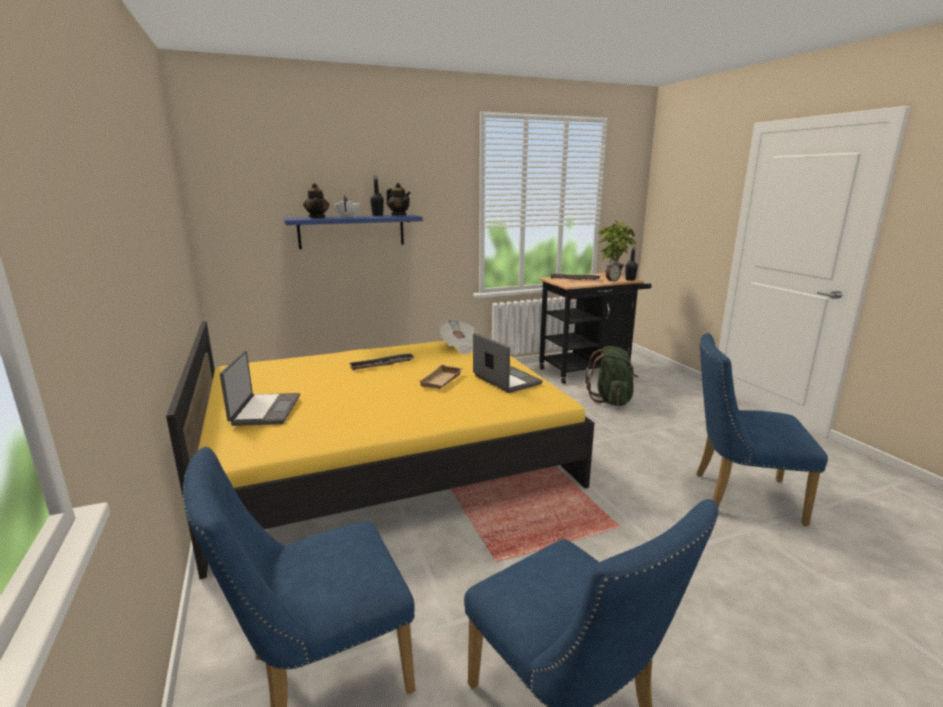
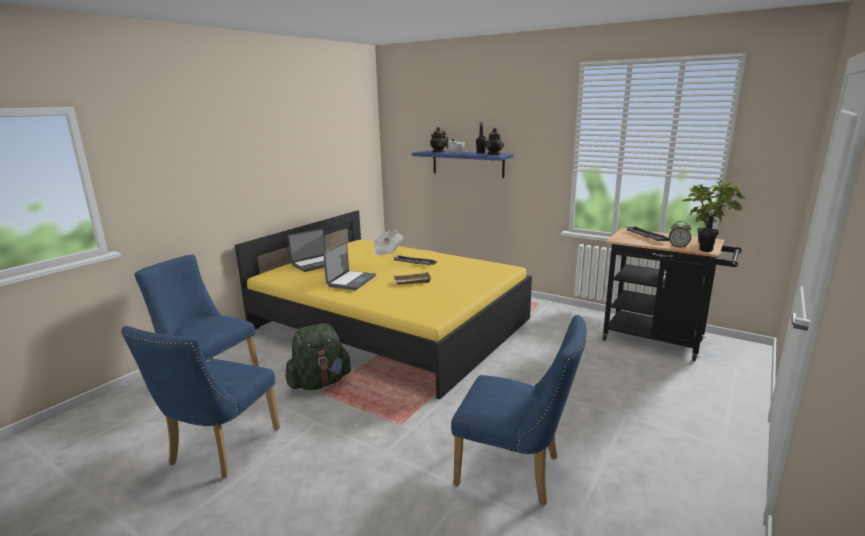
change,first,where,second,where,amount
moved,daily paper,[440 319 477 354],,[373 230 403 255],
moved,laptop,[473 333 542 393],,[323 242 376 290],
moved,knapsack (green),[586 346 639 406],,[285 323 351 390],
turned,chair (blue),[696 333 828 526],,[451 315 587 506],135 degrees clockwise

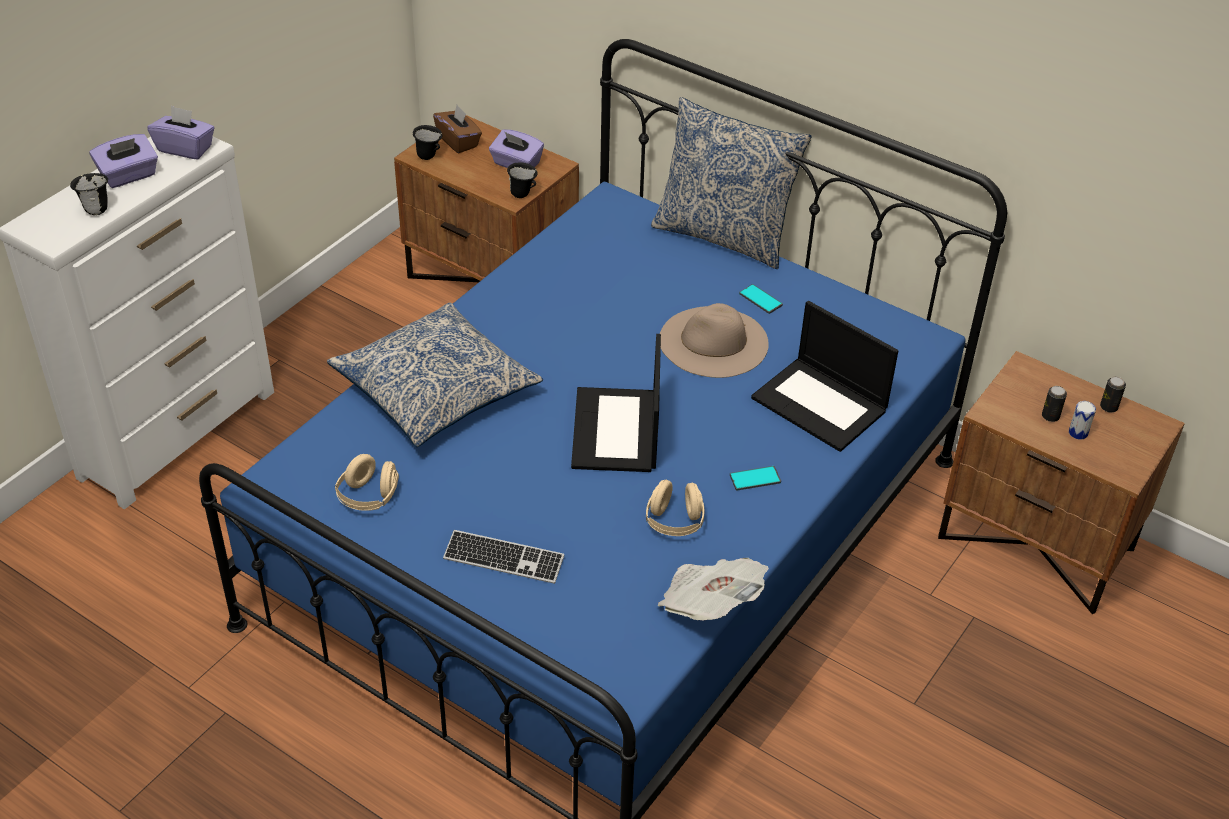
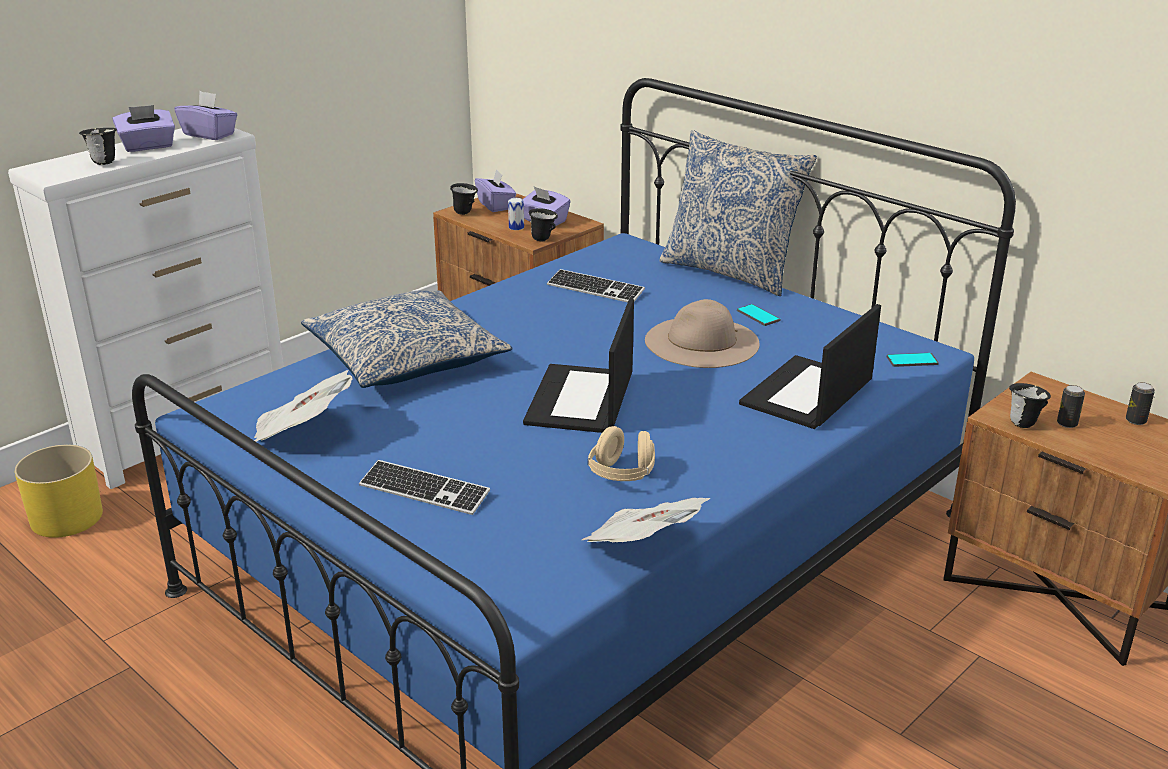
change,first,where,second,where,amount
replaced,pair of headphones (beige),[335 454 399 511],daily paper,[254 370 353 442],
recoloured,tissue box (brown-coloured),[433 105 482 153],tissue box (purple),[475 169 516 212],
moved,phone,[730 466 781 491],,[887 353 939 367],
turned,laptop,[751 301 898 452],,[739 304 881 429],75 degrees clockwise
moved,metal can,[1069 401 1096 440],,[508 198 524 230],
added,,,plant pot (yellow-coloured),[14 445 103 538],
added,,,computer keyboard,[547 269 645 302],
added,,,coffee mug (black-coloured),[1009 383 1051 428],

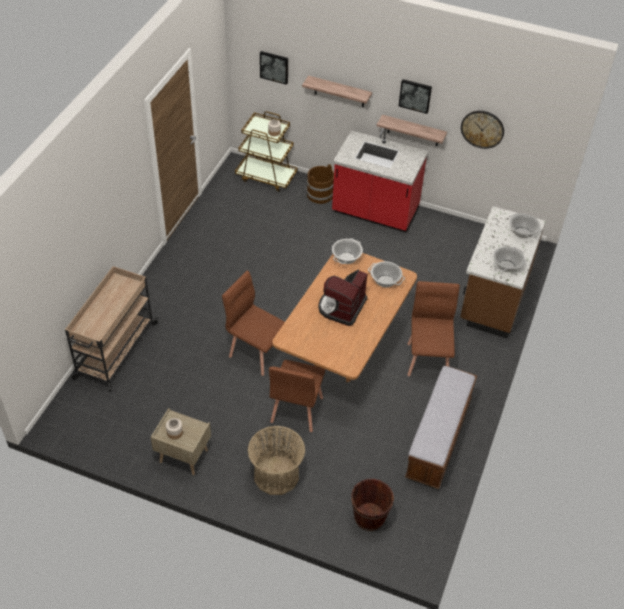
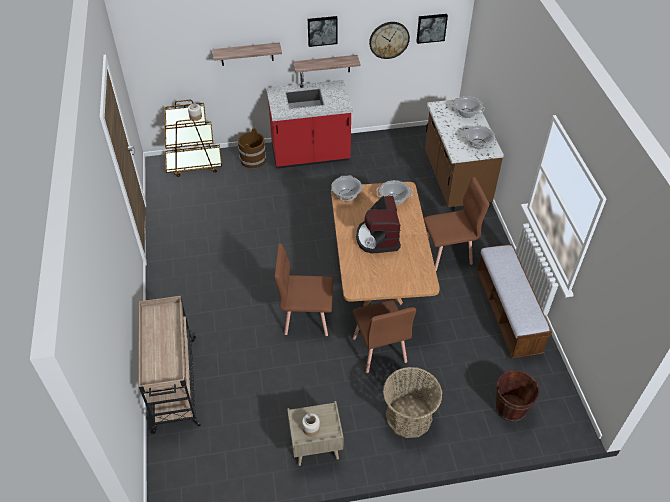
change,first,where,second,where,amount
moved,picture,[260 51 288 85],,[416 14 448 44],
turned,chair (brown-coloured),[407 281 460 376],,[424 177 489 271],105 degrees clockwise

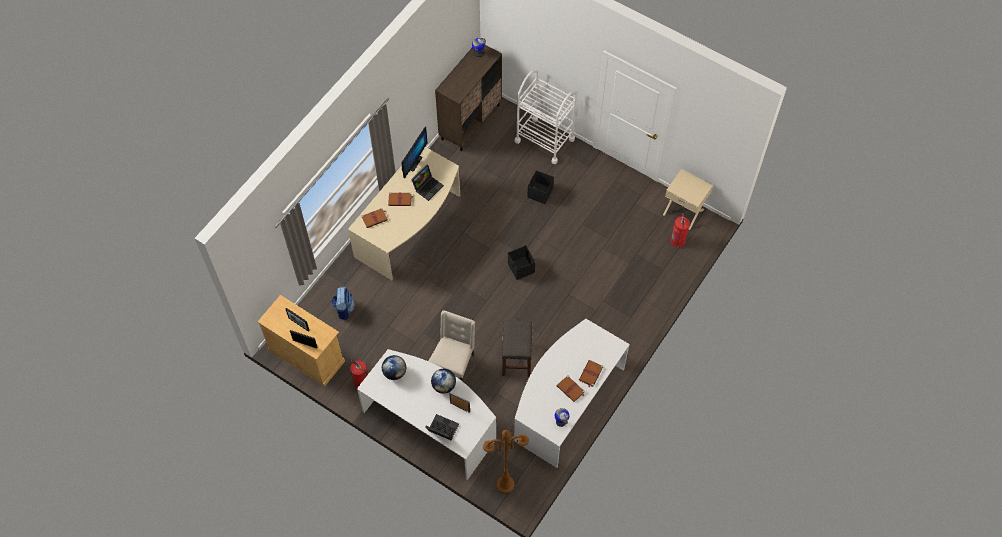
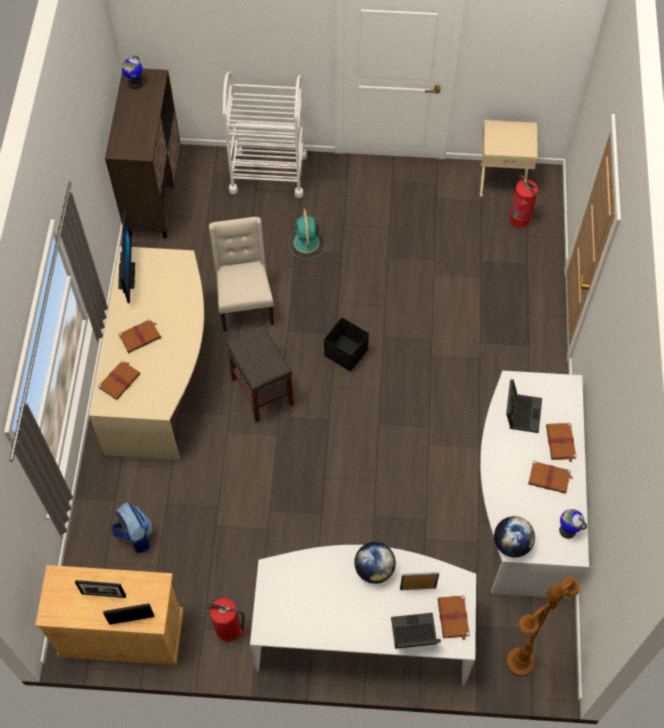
change,first,where,second,where,amount
moved,world globe,[382 355 406 380],,[494 516 535 557],
moved,laptop,[411 165 444 201],,[506 379 542 433],
moved,chair (beige),[428 310 475 382],,[209 217 274 332],
moved,stool seat (gray),[502 320 532 377],,[226 325 294 422],
replaced,storage container (black-coloured),[527 170 554 204],cooling fan (turquoise),[288 209 326 259],
added,,,volume (brown-coloured),[438 595 470 641],

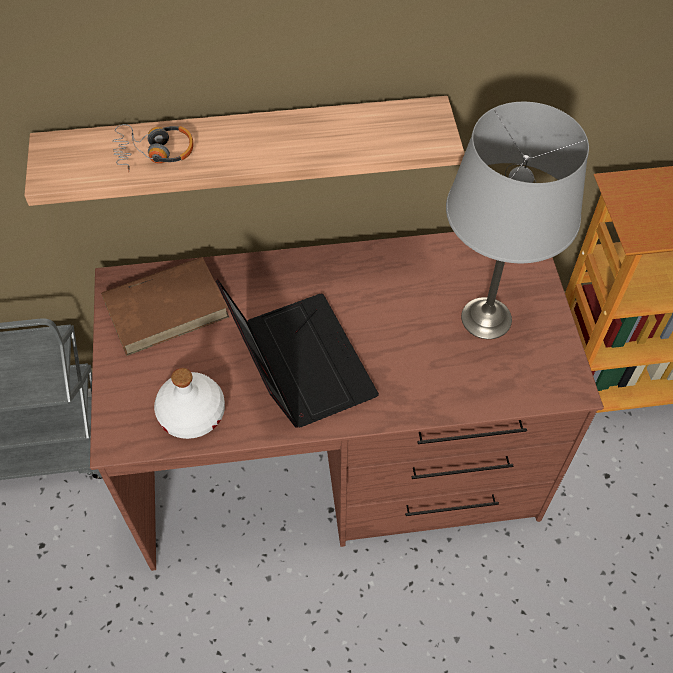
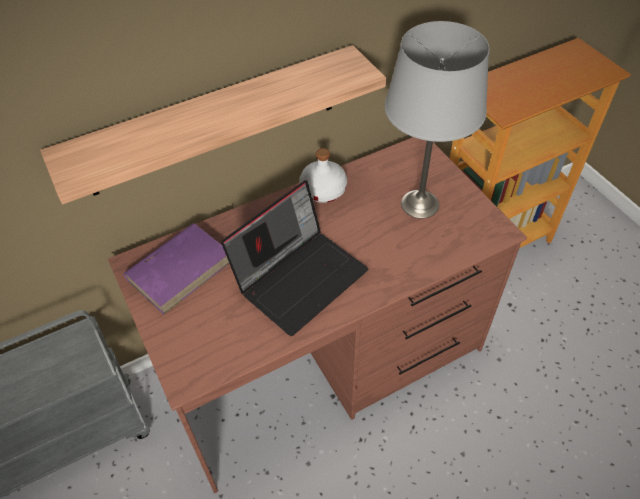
change,first,where,second,where,amount
recoloured,volume (brown-coloured),[101 257 229 356],volume (purple),[123 223 229 315],
removed,pair of headphones,[112 124 193 172],,,
moved,drink bottle (whitish),[154 368 225 439],,[299 148 347 203],
turned,laptop,[216 279 379 428],,[221 180 368 336],90 degrees clockwise

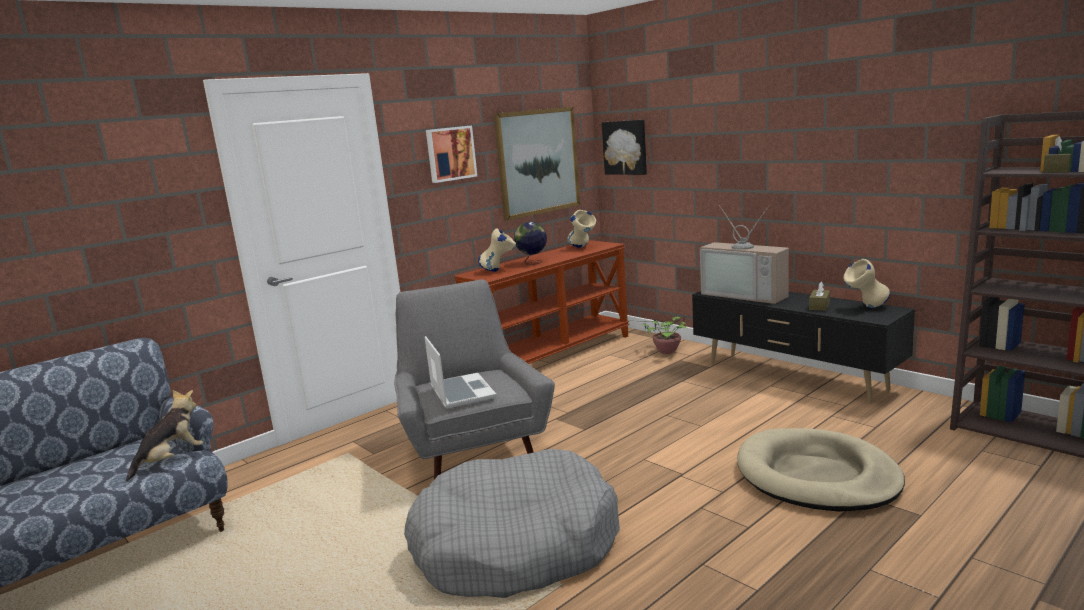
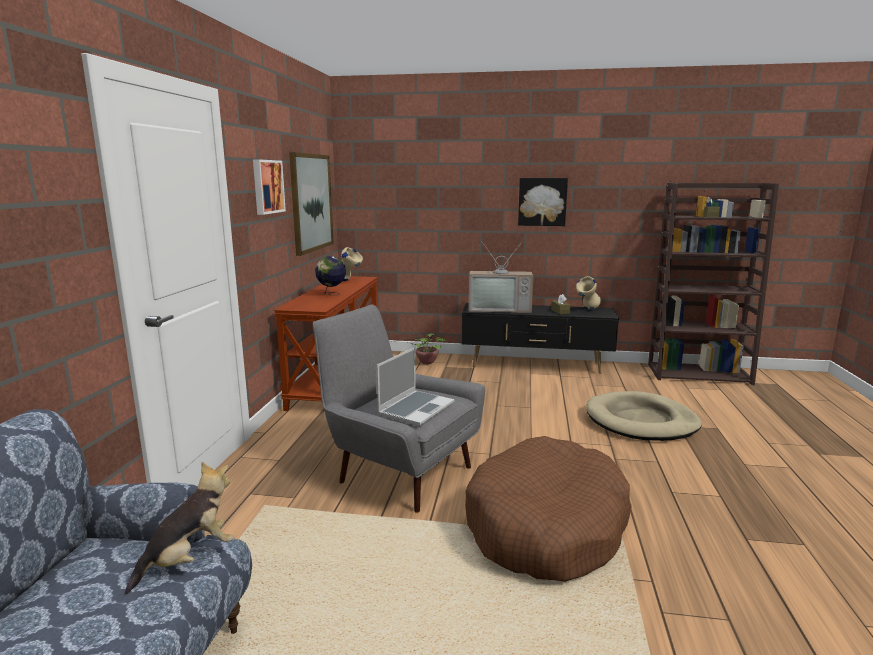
change,first,where,second,where,amount
turned,plush toy,[126 390 203 482],,[125 462 234 594],45 degrees clockwise
recoloured,dog bed (gray),[404 449 620 598],dog bed (brown-coloured),[465 436 632 582],
turned,laptop,[425 336 497 409],,[377 347 454 426],90 degrees clockwise
removed,flower vase (beige),[478 228 516 272],,,
moved,picture,[602 120 647 175],,[518 178 568 226],

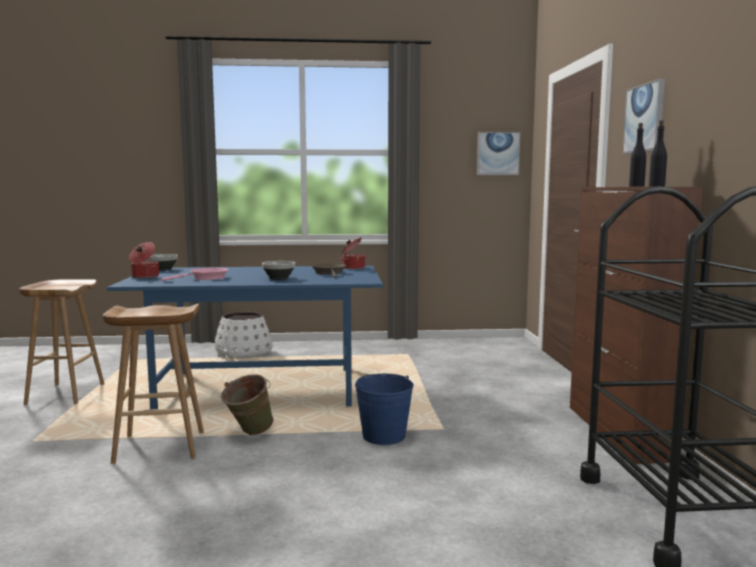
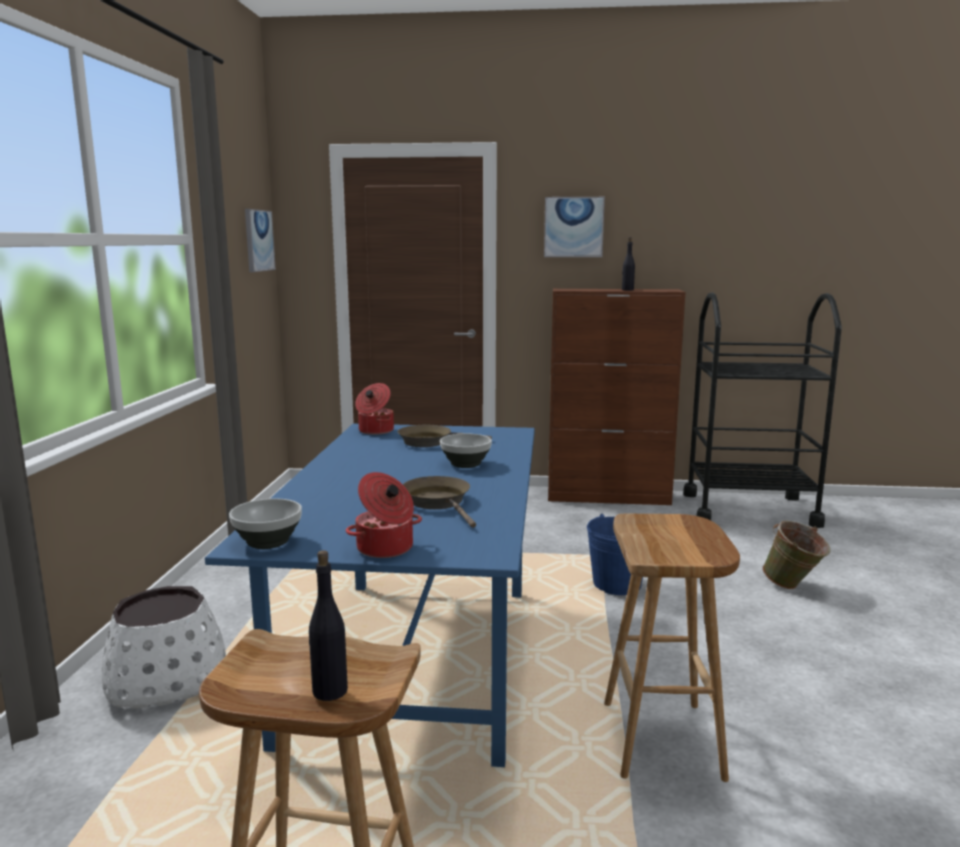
change,first,where,second,where,amount
recoloured,skillet (pinkish),[162 268 229 281],skillet (brown-coloured),[403 476 476 528],
moved,bucket (green),[221 374 273 435],,[762 521 830 589],
moved,drink bottle (black-coloured),[649 120 667 186],,[309 550 348 701],

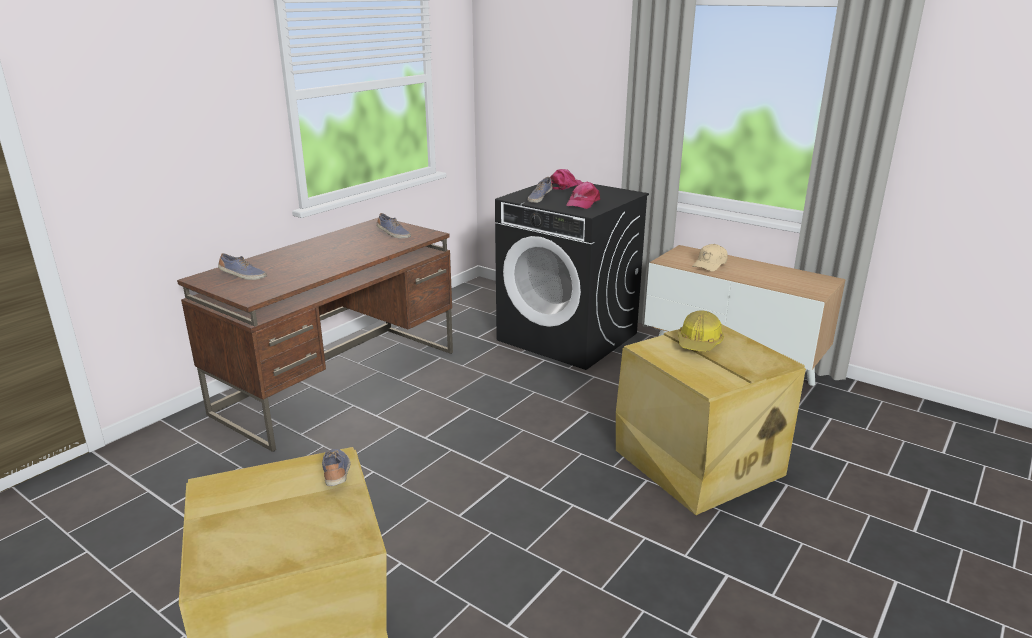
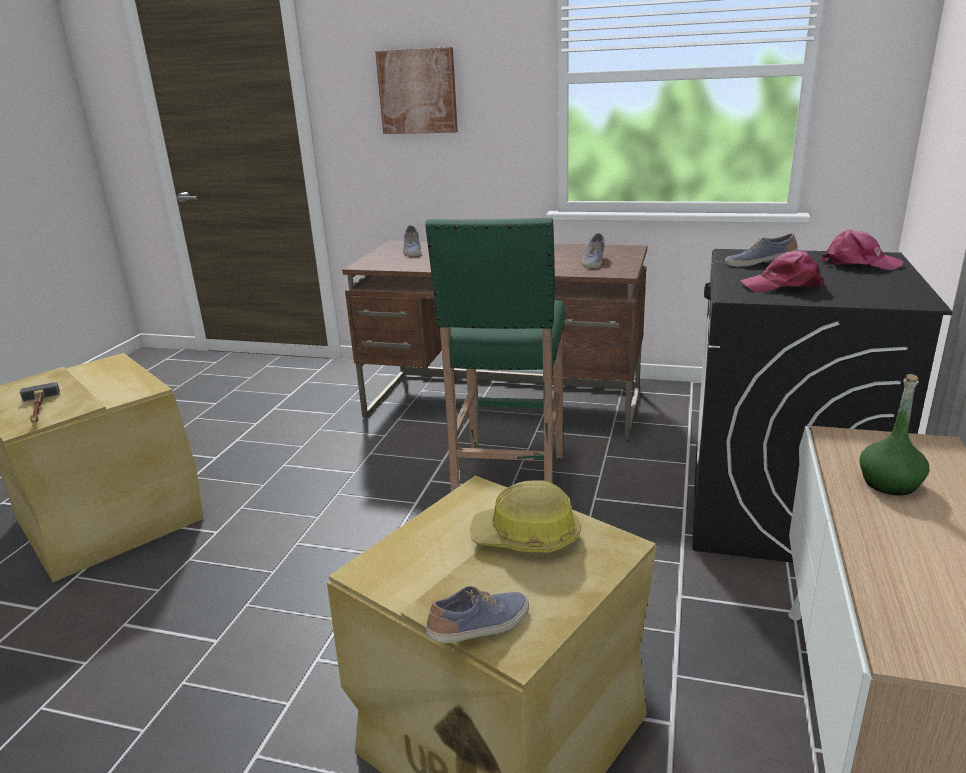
change,first,where,second,where,amount
moved,shoe,[322 449 351 486],,[426 586 529 643],
replaced,baseball cap (beige),[692 244 728 271],drink bottle (green),[859 374 929 495],
added,,,tool hammer,[20 382 60 423],
added,,,picture,[375 47 458 134],
added,,,stool seat (green),[425 218 565 492],

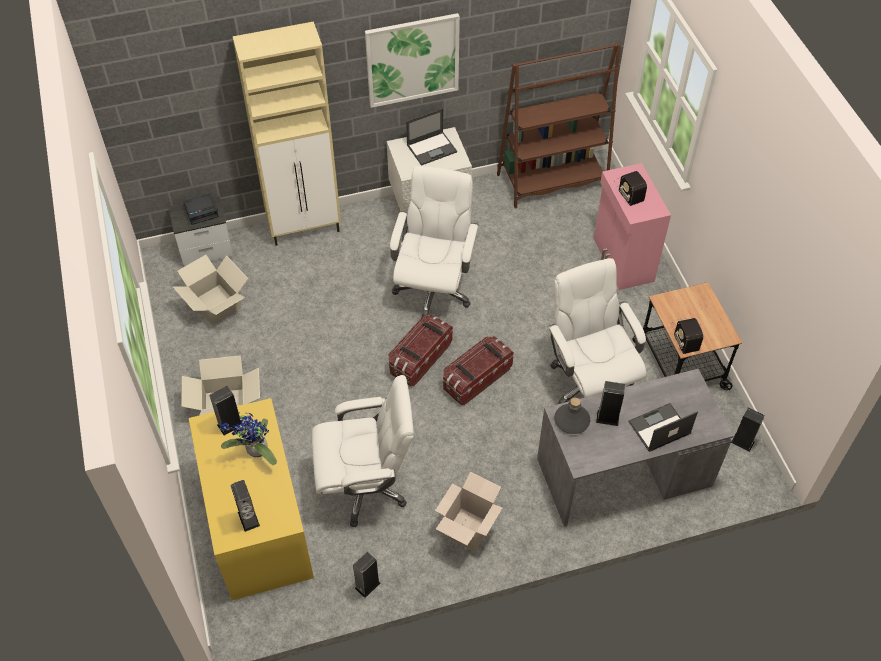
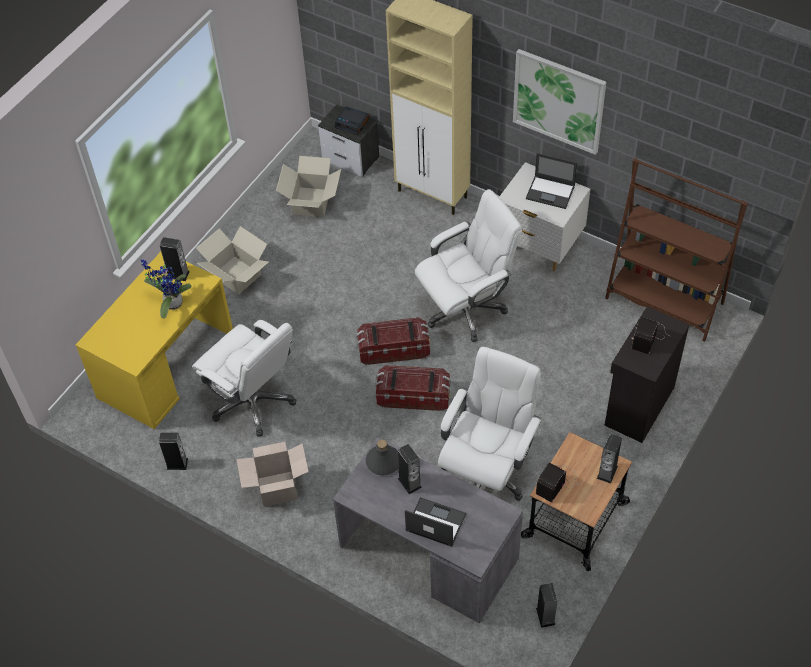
change,first,where,second,where,amount
moved,loudspeaker,[230 480 260 532],,[597 434 622 484],
recoloured,cupboard (pinkish),[594 163 671 290],cupboard (black-coloured),[605 306 689 443],

